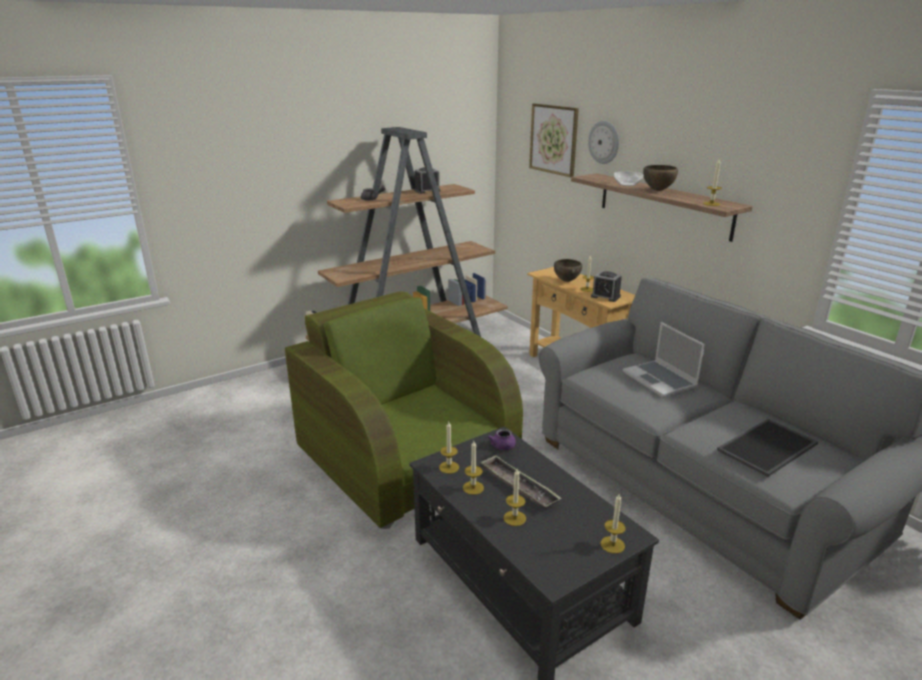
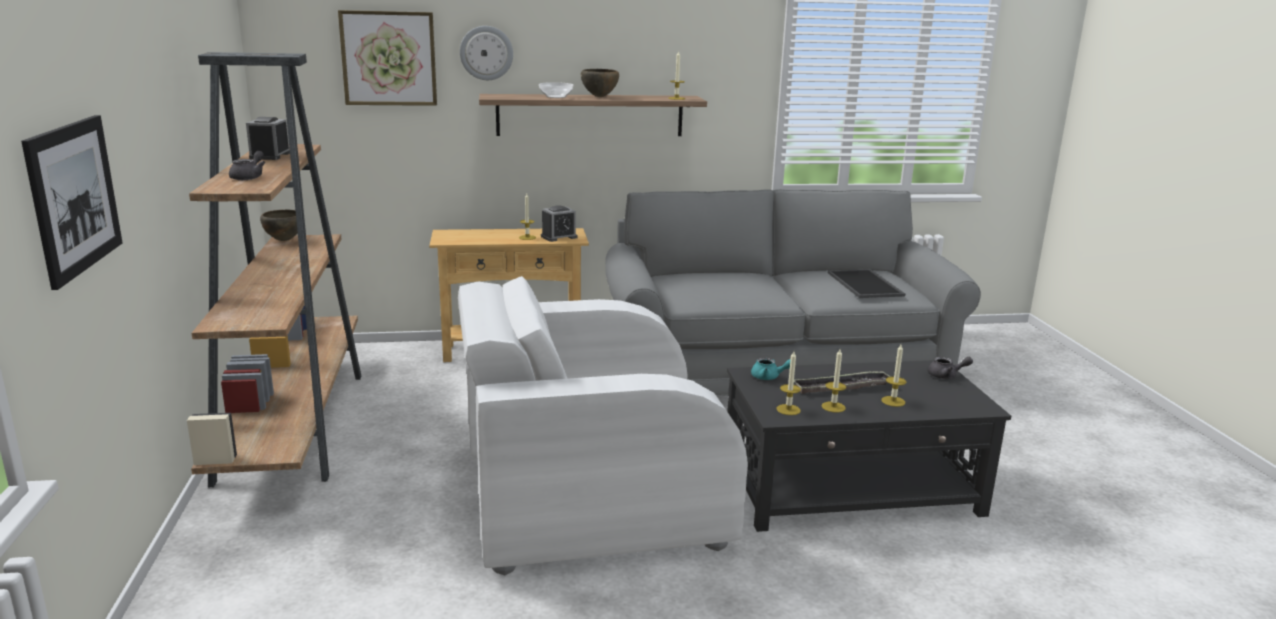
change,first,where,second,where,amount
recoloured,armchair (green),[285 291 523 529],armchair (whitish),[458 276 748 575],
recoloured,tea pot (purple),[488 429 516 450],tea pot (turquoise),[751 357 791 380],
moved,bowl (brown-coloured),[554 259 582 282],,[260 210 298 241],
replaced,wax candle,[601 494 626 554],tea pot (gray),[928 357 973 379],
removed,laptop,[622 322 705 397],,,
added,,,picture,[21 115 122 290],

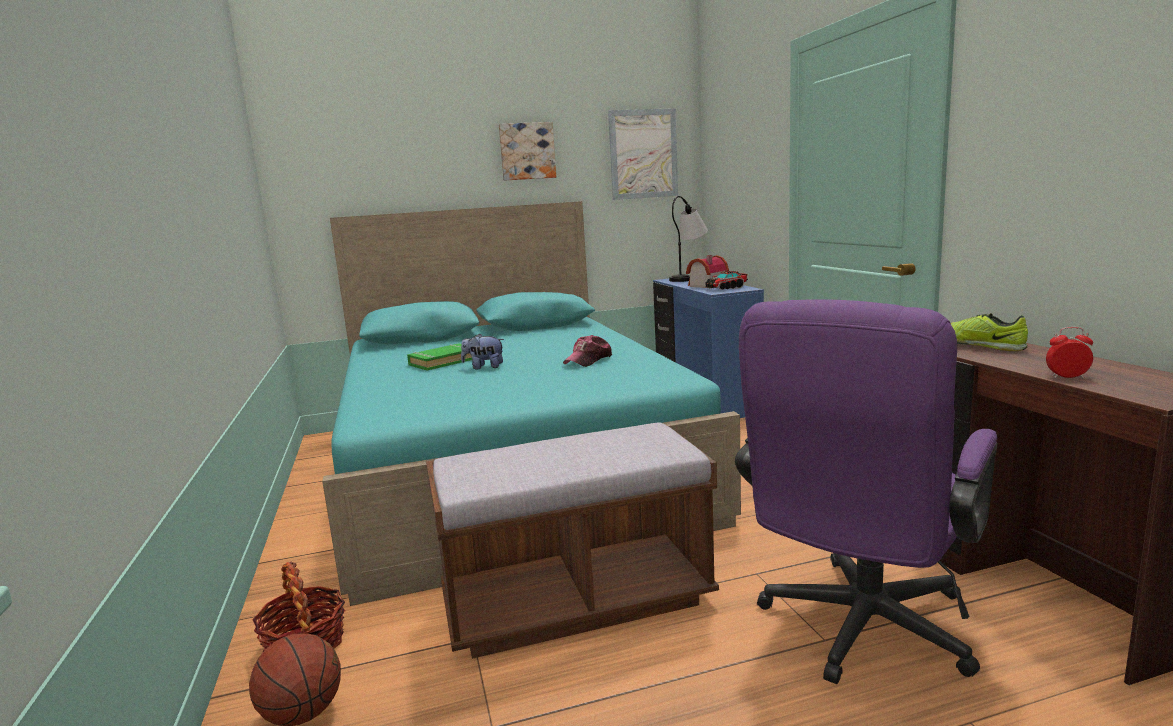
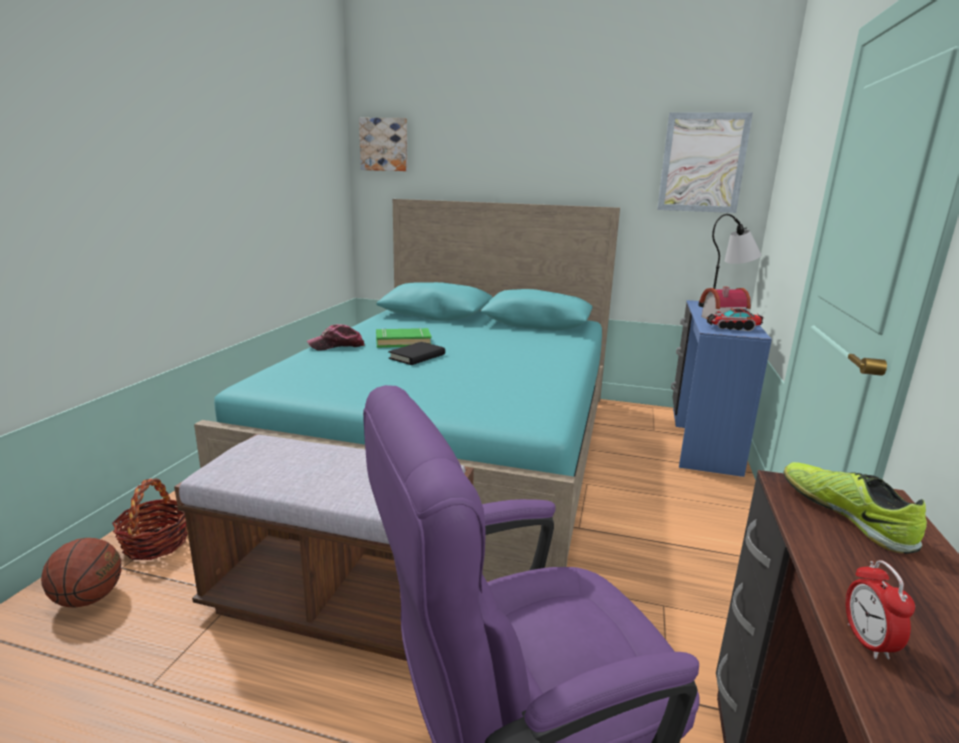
change,first,where,second,where,amount
replaced,plush toy,[461 333 504 369],volume (black-coloured),[388 342 445 365],
moved,picture,[499 122 556 181],,[359 118 407 171],
moved,baseball cap,[563 335 612 367],,[307 324 365 351],
turned,bedside clock,[1046 327 1093 378],,[846 560 915 660],135 degrees counterclockwise

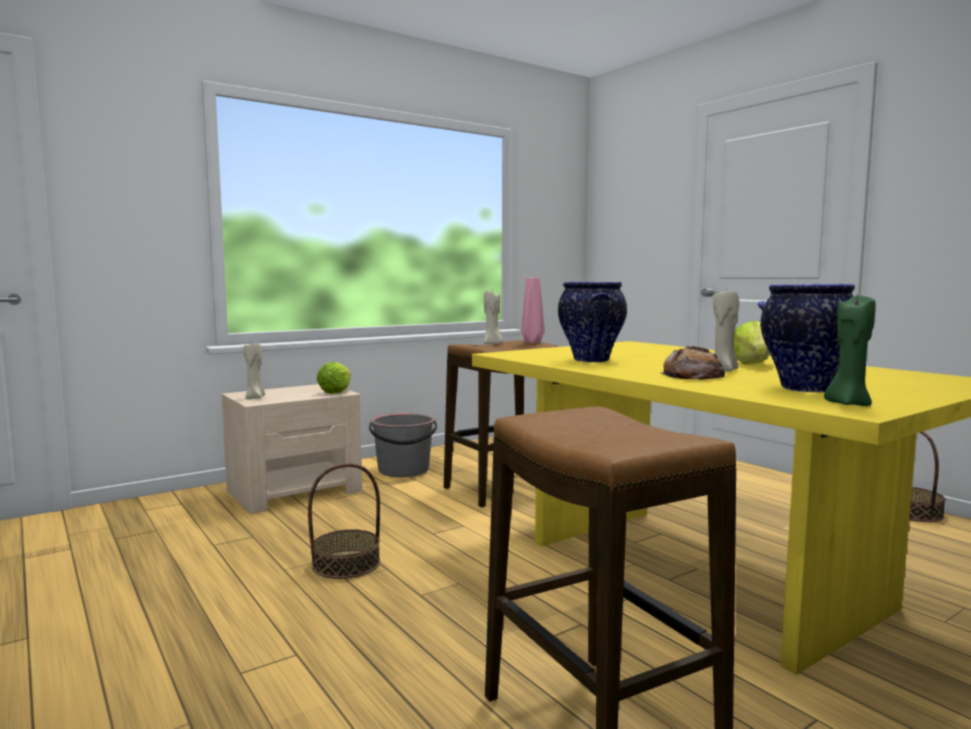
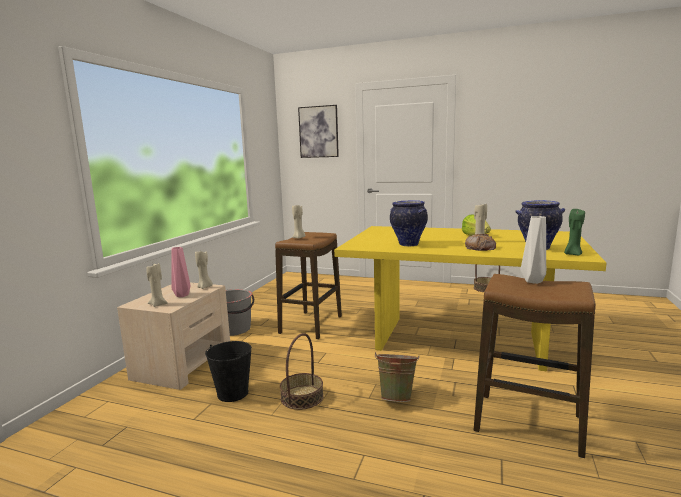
change,first,where,second,where,amount
replaced,lettuce,[317 362 351 394],wax candle (beige),[195 251 213 289],
moved,flower vase (pinkish),[521 278 545 343],,[171 247 191 297],
added,,,bucket (black-coloured),[205 341 252 402],
added,,,picture,[298 105 339 158],
added,,,bucket (green),[375 352 420 402],
added,,,flower vase (whitish),[520 216 546 284],

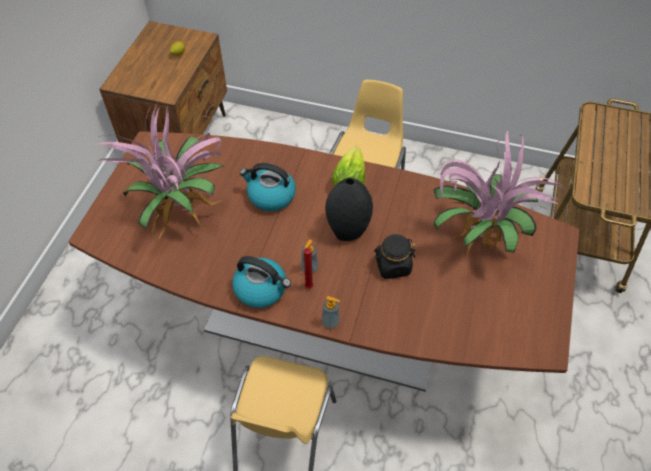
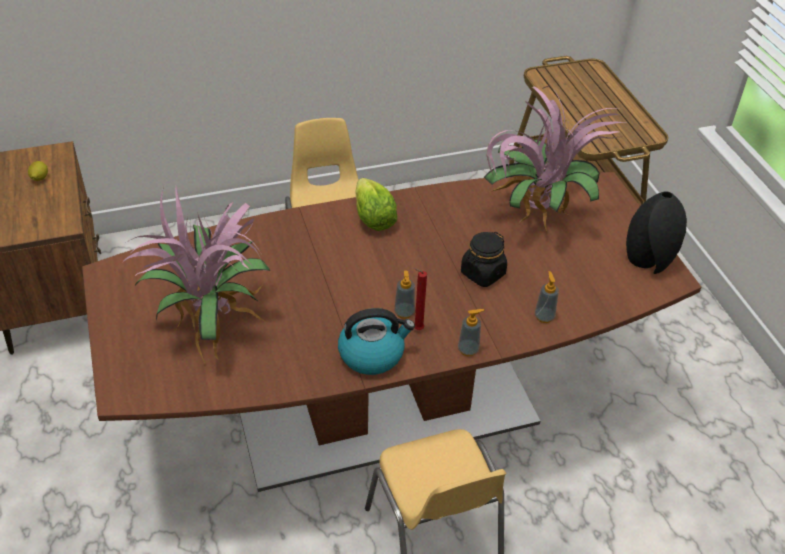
change,first,where,second,where,amount
removed,tea kettle,[240 163 296 211],,,
moved,flower vase (black-coloured),[325 178 373 241],,[626 191 687 274],
added,,,soap dispenser,[535 271 559 323],

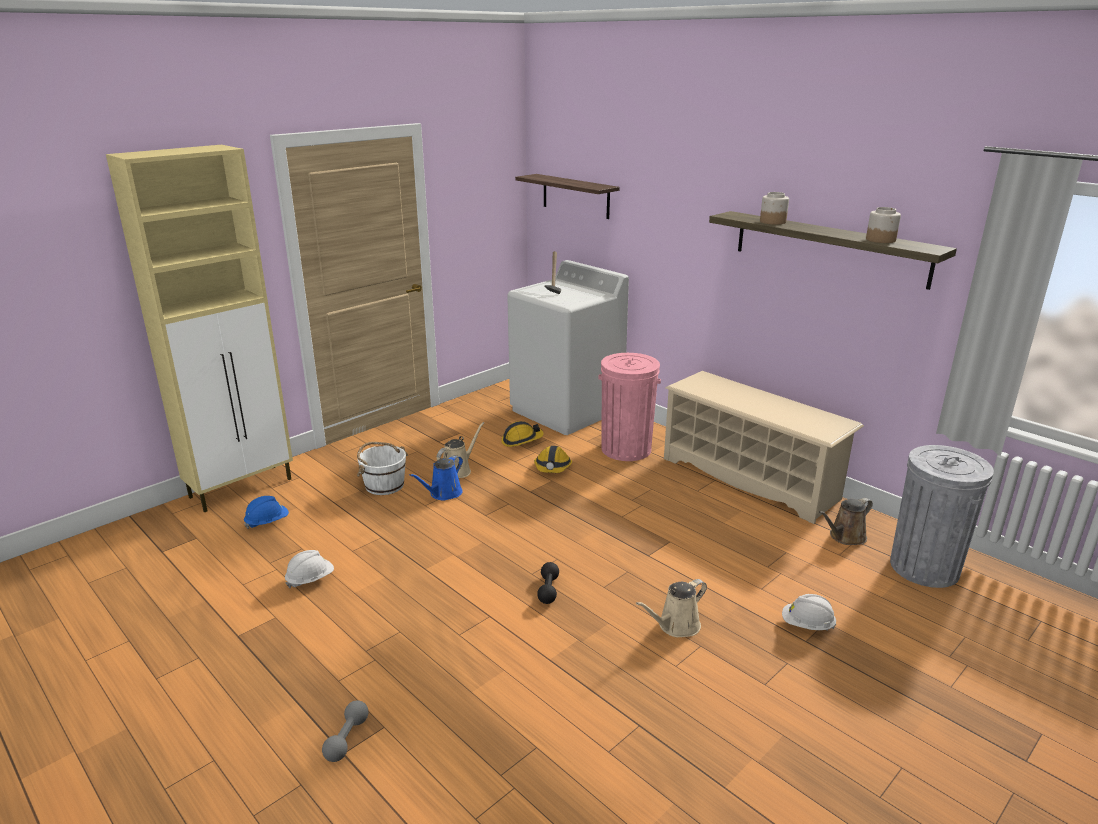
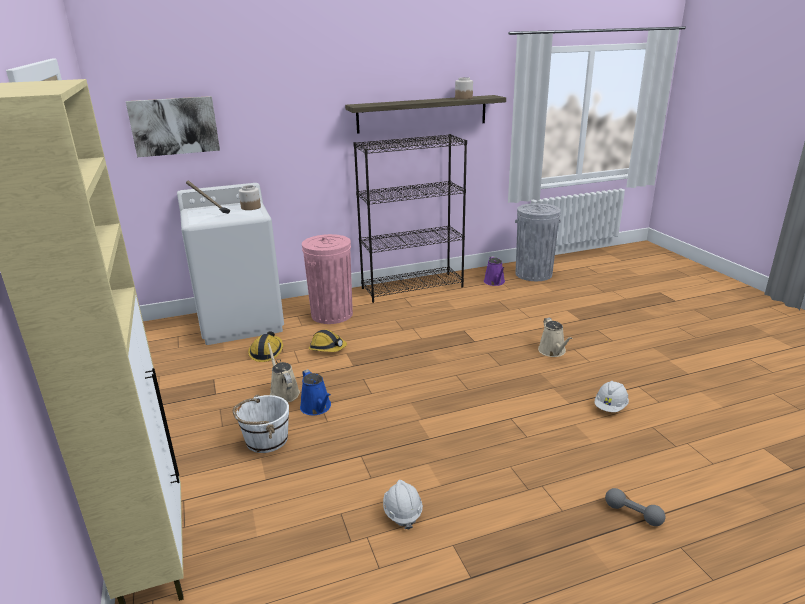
change,first,where,second,where,amount
removed,work helmet (blue),[244 496 289 529],,,
replaced,wall shelf,[515 174 620 219],picture,[126 96 220 157],
removed,hand weight (black-coloured),[537 562 559 604],,,
replaced,shoe stand (beige),[664 371 864 524],shelving unit (black-coloured),[353 134 467 303],
moved,jar,[760 192 789 225],,[239 185 261 210],
moved,work helmet (whitish),[782 594 836 630],,[595 381 629 412],
recoloured,watering pot (brown-coloured),[819 498 873 545],watering pot (purple),[484 256 505 286],

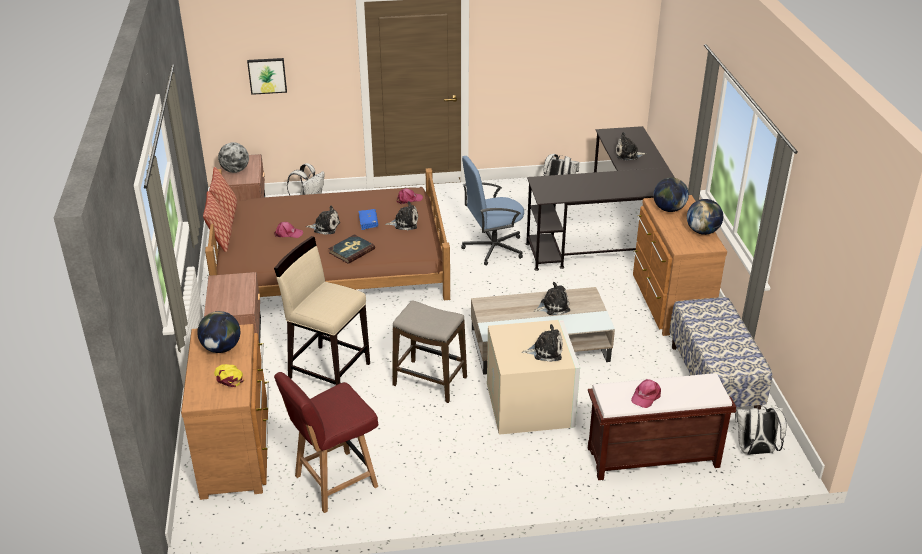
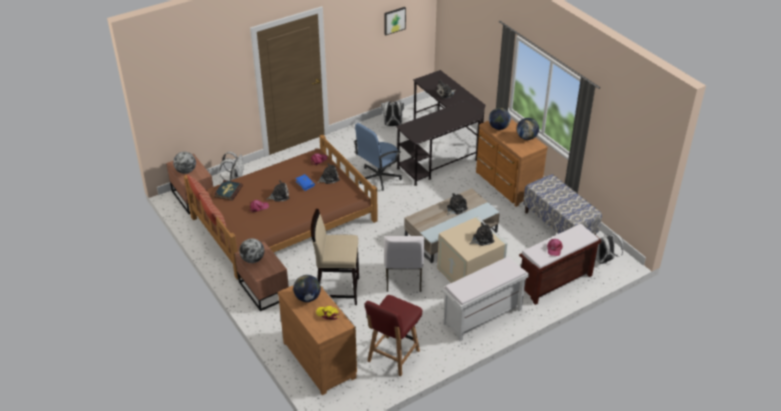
change,first,where,second,where,amount
moved,picture,[247 58 287 95],,[384 7 406 35],
moved,volume,[328 234 375 264],,[214 180 243 201],
replaced,stool seat,[392 300 467 403],chair (whitish),[384 236 424 292],
added,,,world globe,[239 238 264 263],
added,,,bench (whitish),[442 256 529 341],

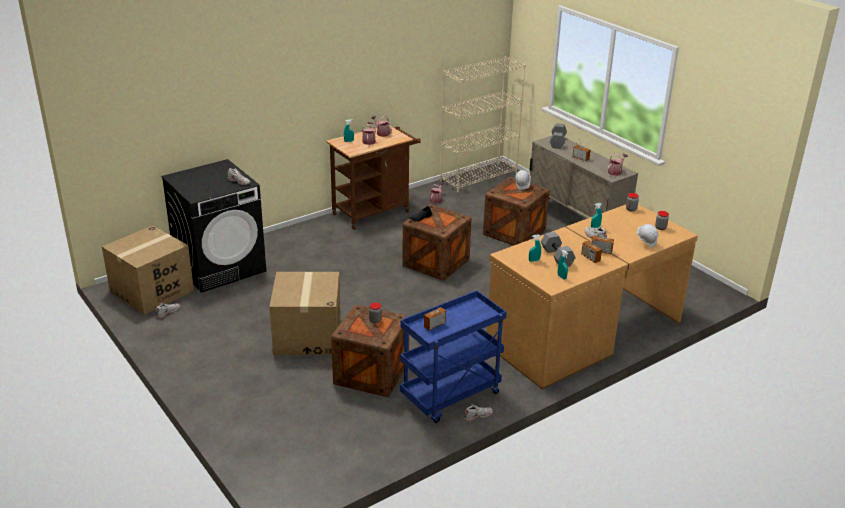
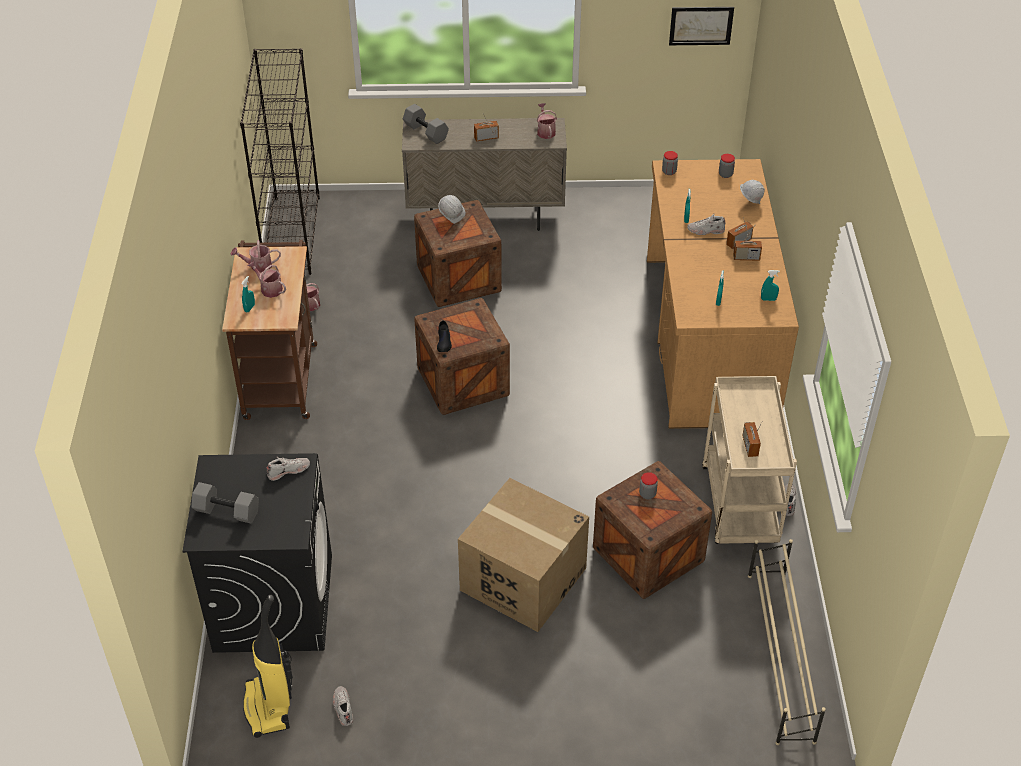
change,first,where,second,where,amount
replaced,cardboard box,[102 225 194 315],vacuum,[243 595 293 738],
recoloured,wheeled cart (blue),[400 290 507 423],wheeled cart (beige),[702 376 797 544],
recoloured,shelving unit (beige),[440 56 525 192],shelving unit (black-coloured),[240 48 320 275],
moved,hand weight (gray),[541 232 575 267],,[191 482 259 524],
added,,,picture,[669 7 734 45],
added,,,shoe stand (beige),[748 539 826 745],

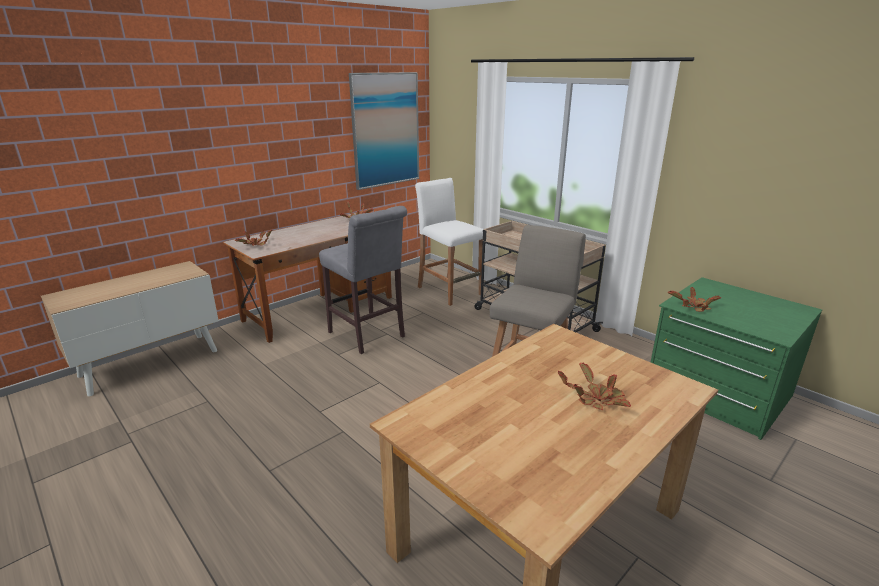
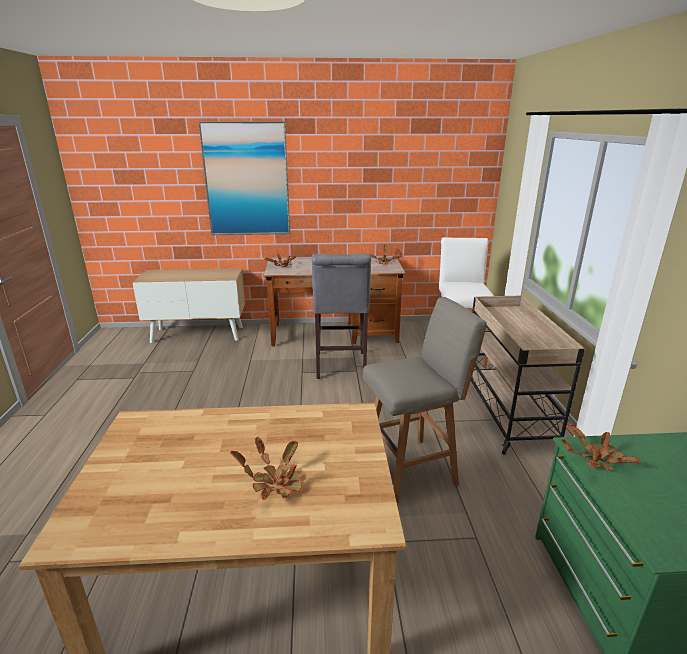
change,first,where,second,where,amount
moved,picture,[349 72 419 190],,[198 121 290 235],

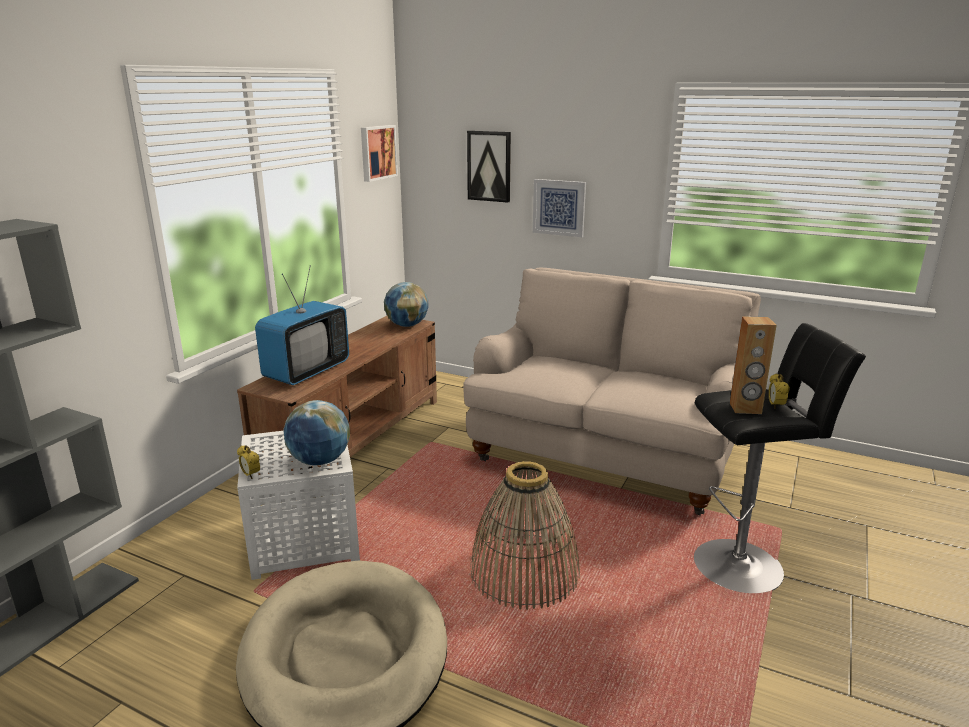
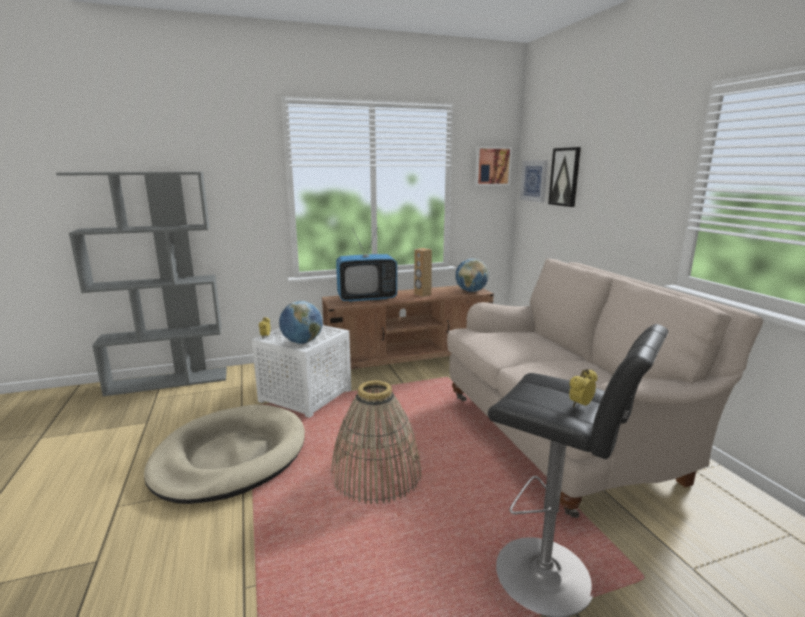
change,first,where,second,where,amount
moved,picture,[533 179 586 237],,[520 160 548 202],
moved,loudspeaker (brown-coloured),[730 316 777 414],,[414 248 432 297],

